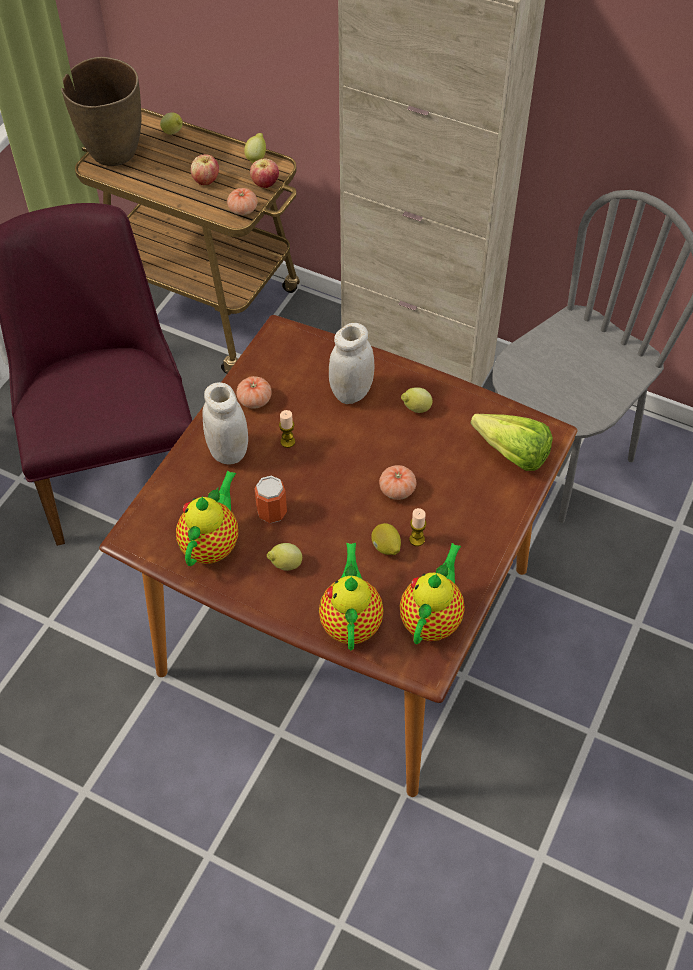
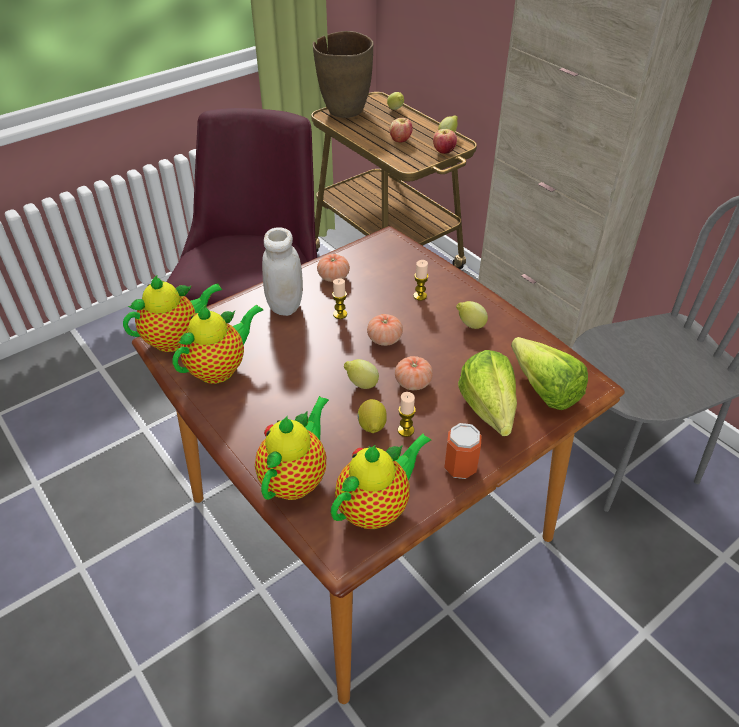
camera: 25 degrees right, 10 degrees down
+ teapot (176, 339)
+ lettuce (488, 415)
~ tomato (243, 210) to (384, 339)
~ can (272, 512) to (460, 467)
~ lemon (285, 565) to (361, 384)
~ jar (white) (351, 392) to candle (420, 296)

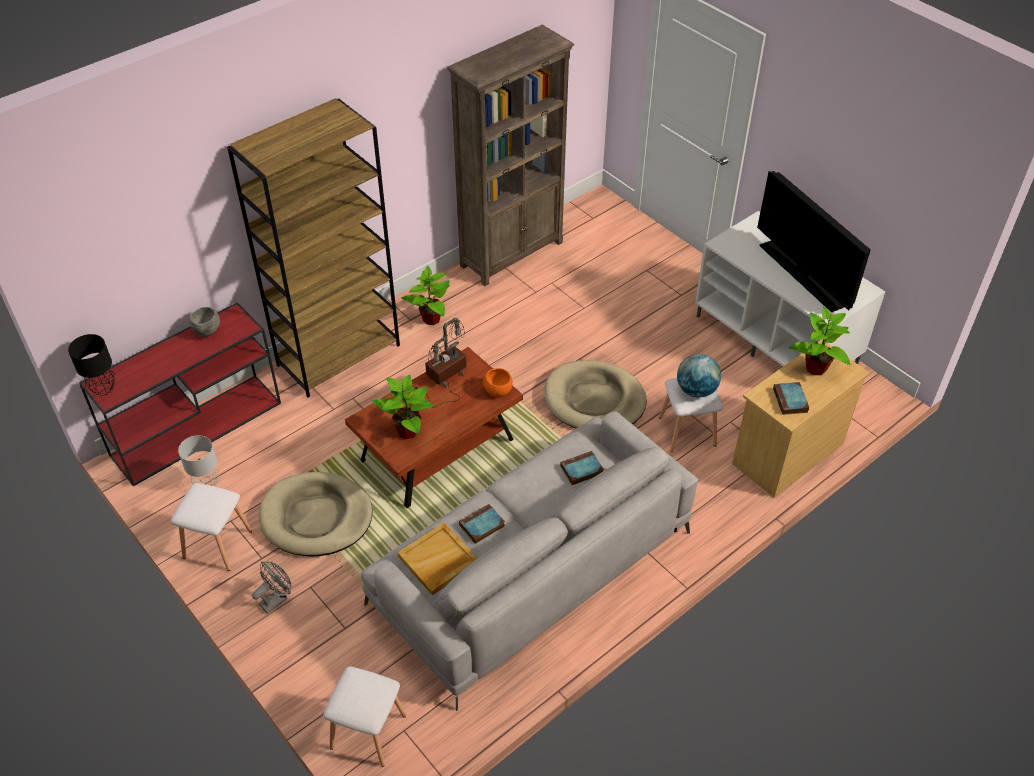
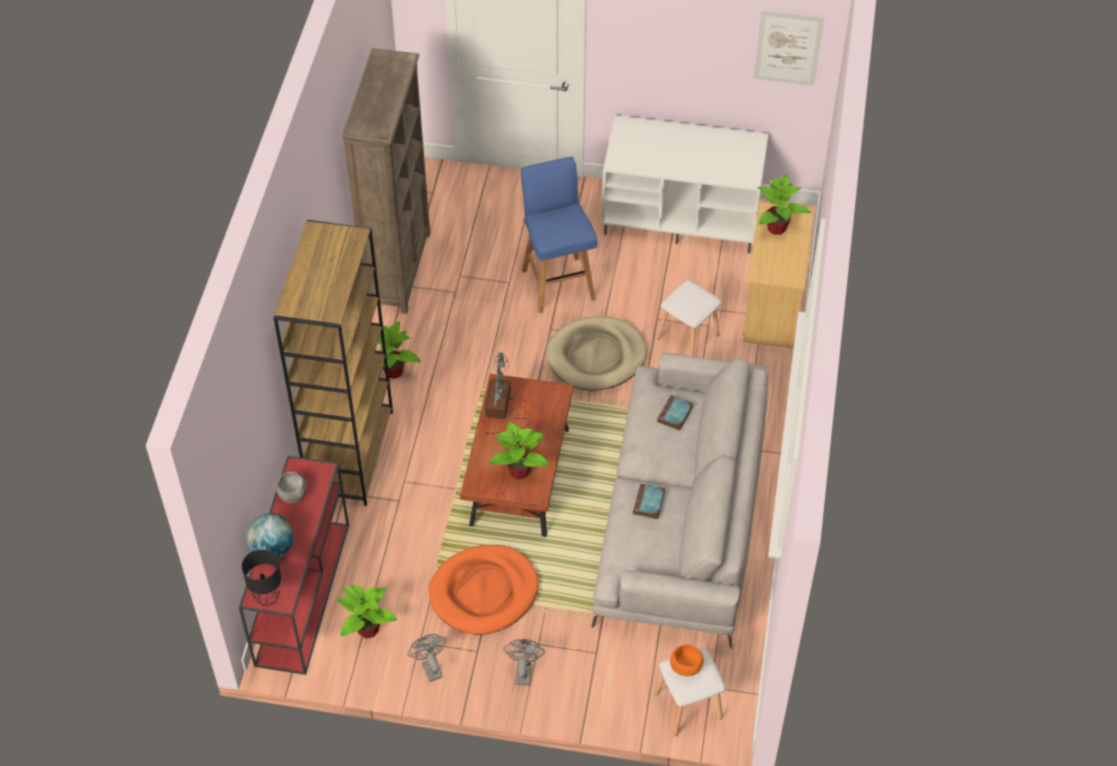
camera: 40 degrees left, 5 degrees up
- tray (beige) (438, 561)
- television (803, 275)
- book (790, 401)
+ stool (blue) (558, 283)
+ picture (788, 48)
~ bowl (orange) (497, 391) to (685, 667)
~ globe (696, 390) to (272, 549)
~ stool (white) (216, 544) to fan (grey) (430, 667)
~ table lamp (grey) (208, 484) to potted plant (367, 629)
~ dog bed (beige) (316, 517) to dog bed (orange) (484, 592)

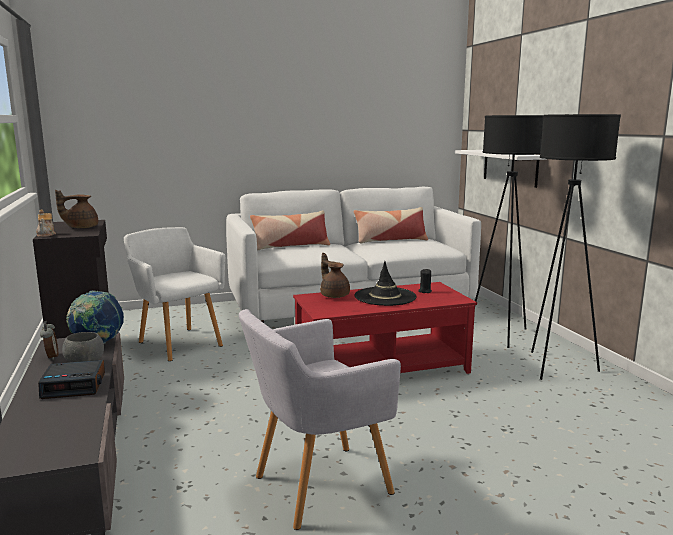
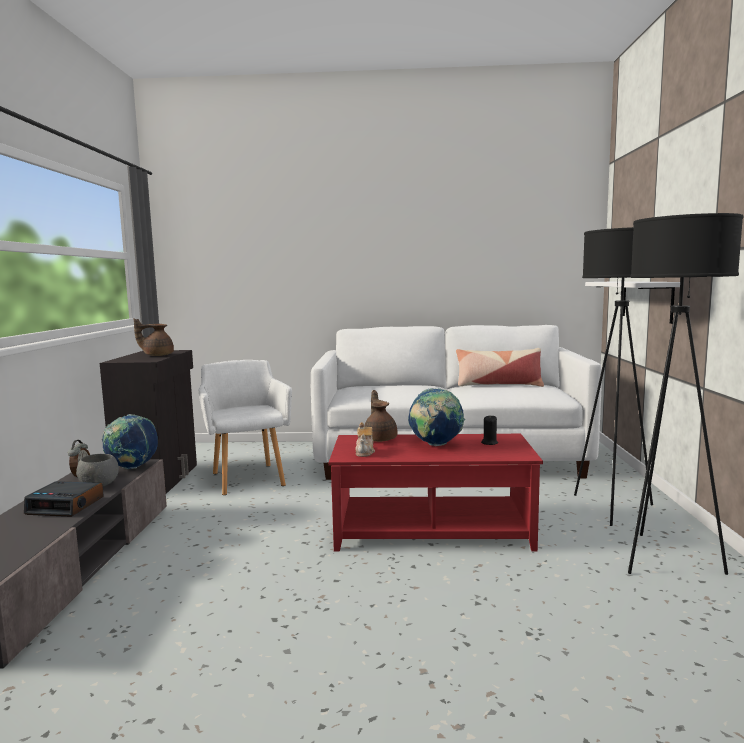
camera: 20 degrees right, 5 degrees down
- armchair (grey) (316, 486)
- pillow (290, 246)
~ teapot (46, 234) to (365, 452)
~ hat (black) (385, 297) to globe (435, 445)

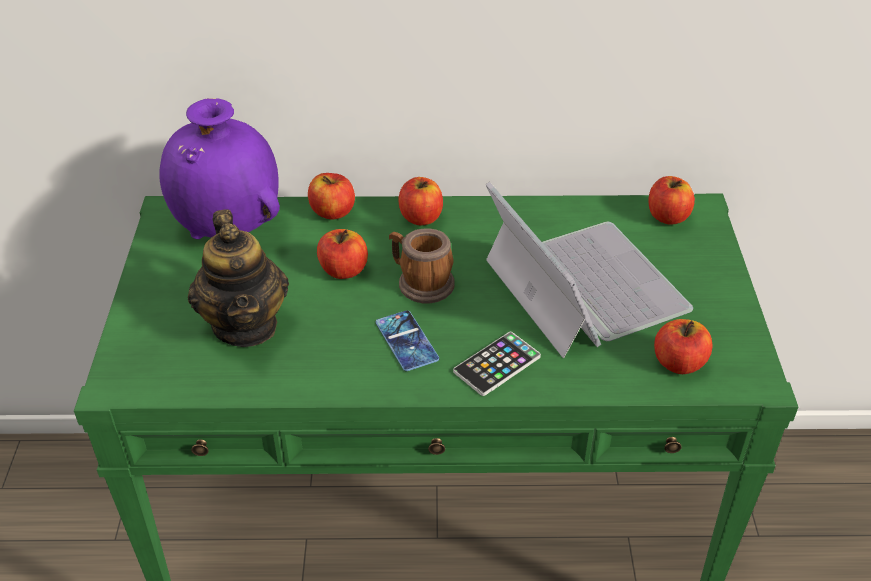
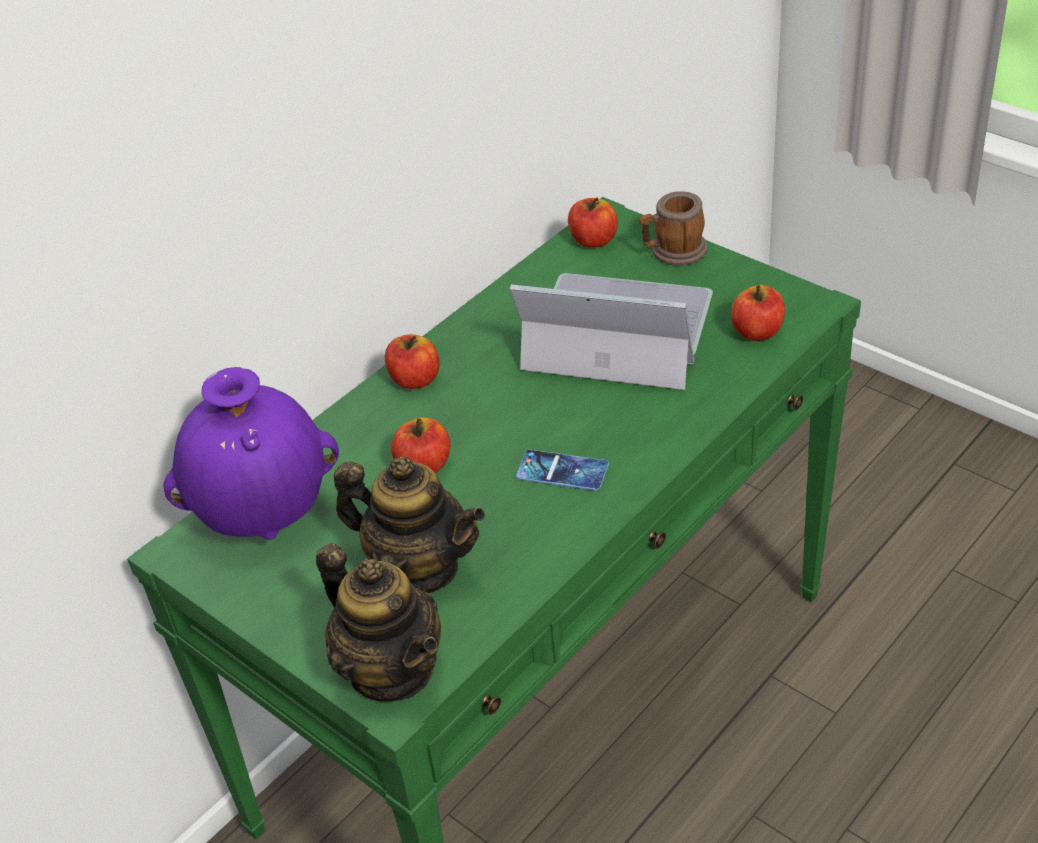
camera: 45 degrees left, 0 degrees up
- apple (333, 212)
- phone (497, 364)
+ teapot (392, 670)
~ mug (420, 283) to (673, 252)

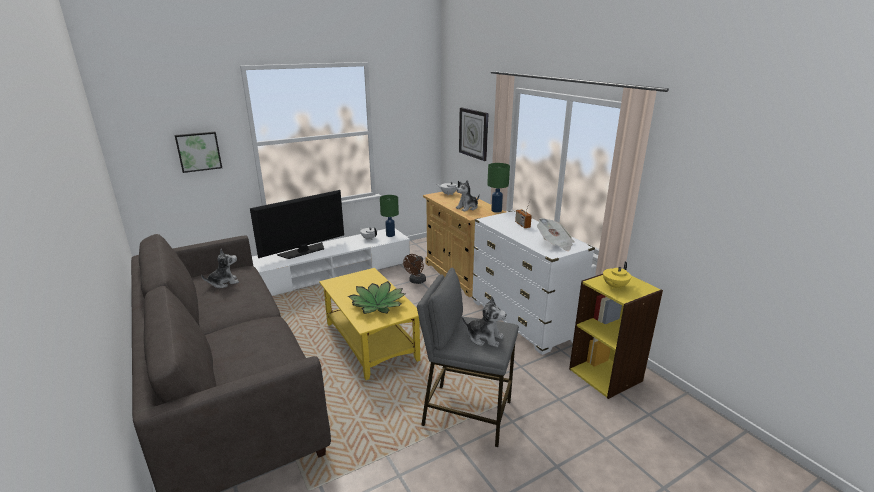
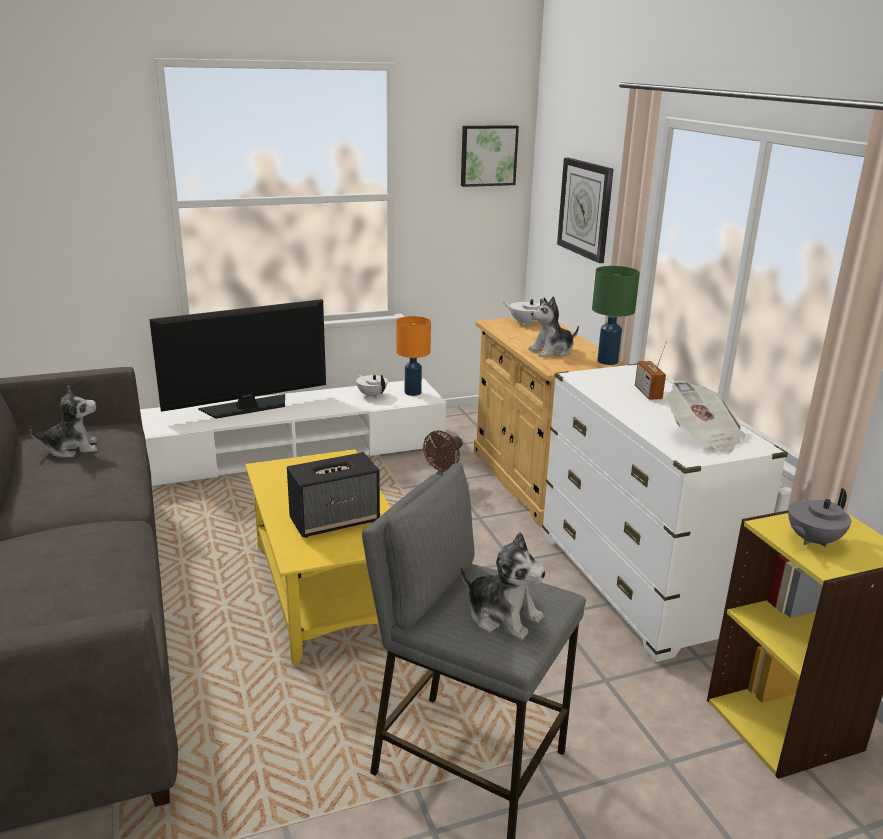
camera: 10 degrees right, 0 degrees up
~ picture (198, 151) to (488, 155)
~ potted plant (378, 304) to speaker (335, 521)
~ table lamp (green) (390, 235) to table lamp (orange) (412, 393)
~ teapot (yellow) (614, 286) to teapot (grey) (812, 540)

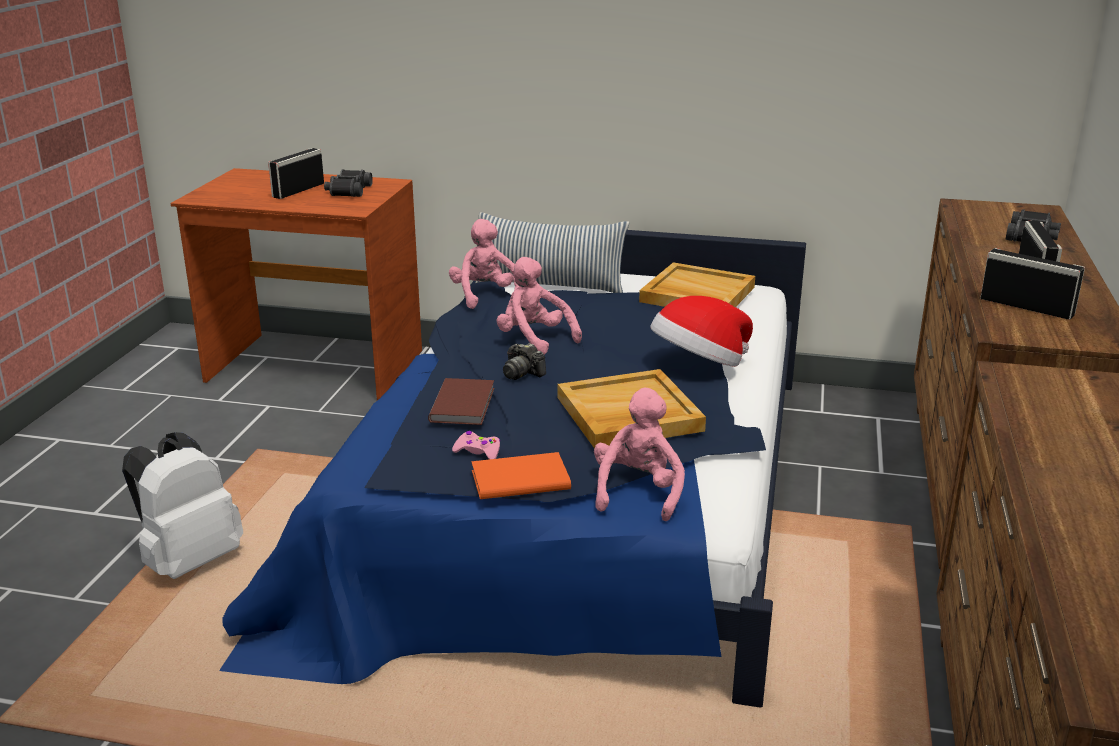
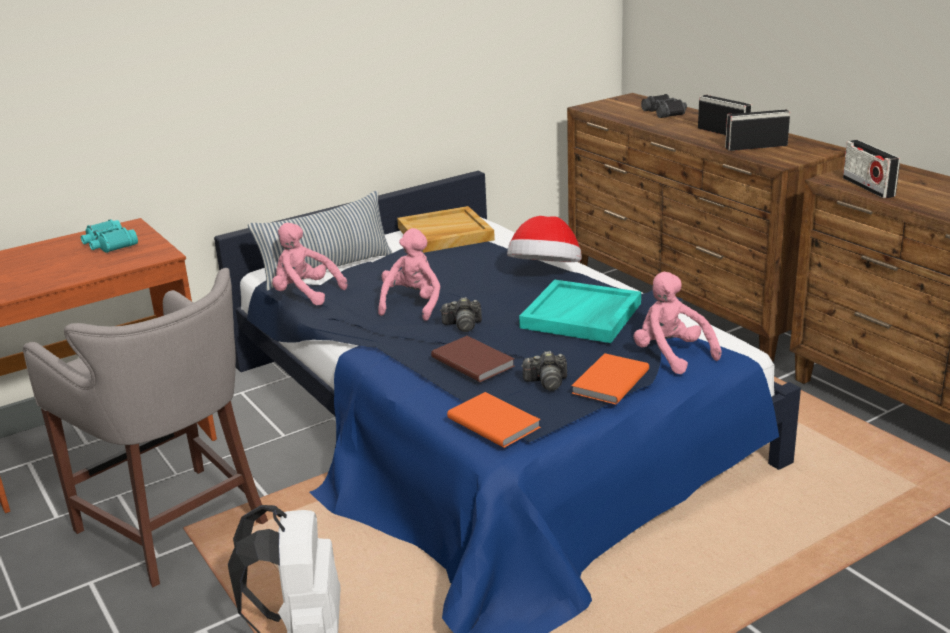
camera: 45 degrees left, 0 degrees up
+ stool (grey) (177, 527)
+ book (orange) (494, 421)
~ radio (298, 190) to (868, 187)
~ game controller (pink) (478, 451) to photo camera (546, 382)
~ binoculars (black) (348, 191) to binoculars (turquoise) (109, 244)
~ tray (beige) (628, 414) to tray (turquoise) (581, 316)
~ plush toy (pink) (534, 340) = (412, 304) 105 degrees clockwise

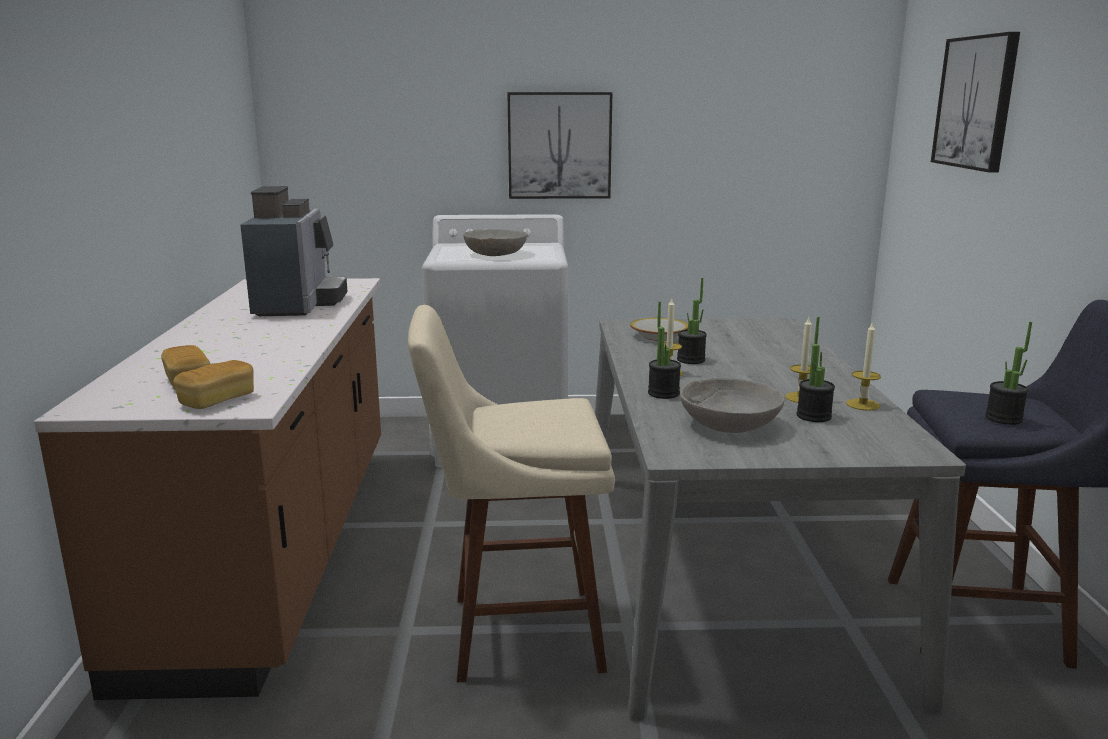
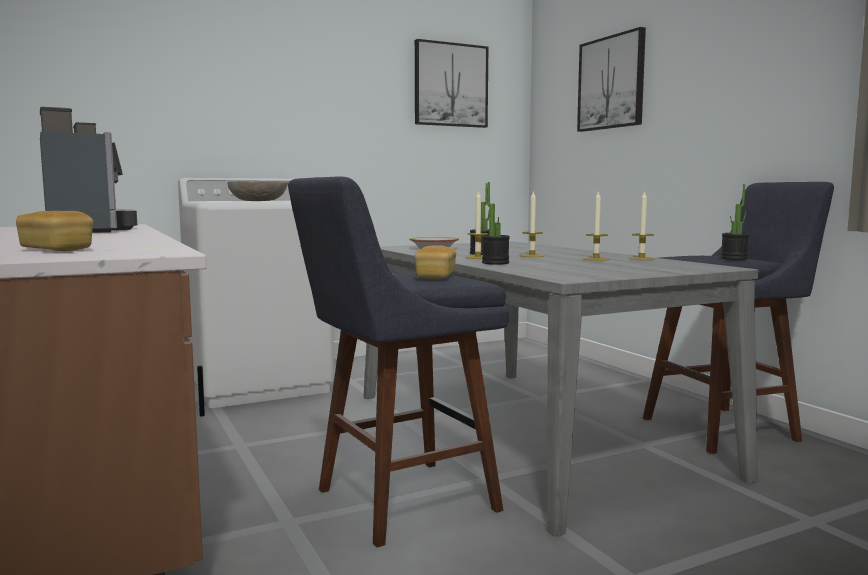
camera: 25 degrees left, 10 degrees down
- bowl (grey) (729, 425)
- potted plant (813, 416)
+ candle (532, 256)
~ bread (217, 400) to (435, 276)
~ picture (559, 145) to (450, 85)
~ stool (beige) (513, 633) to stool (blue) (396, 503)

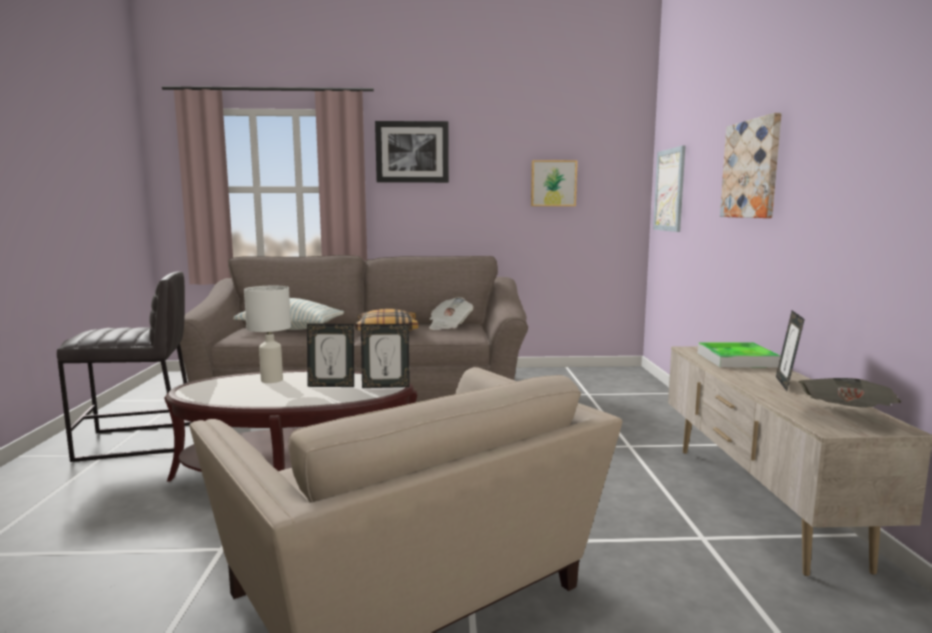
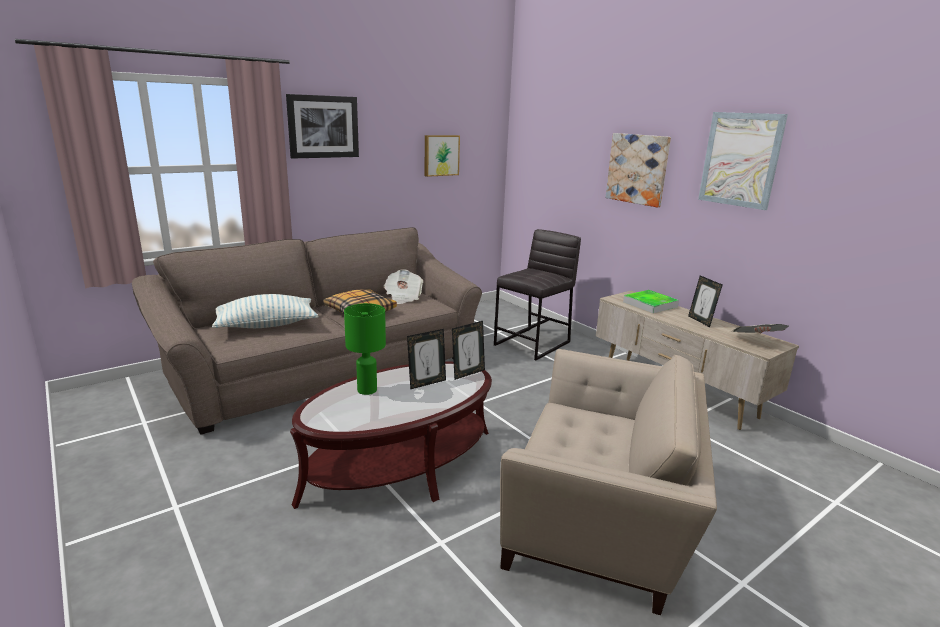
camera: 35 degrees left, 10 degrees up
~ stool (grey) (138, 441) to (533, 343)
~ picture (669, 190) to (740, 160)
~ table lamp (white) (272, 380) to table lamp (green) (367, 390)

